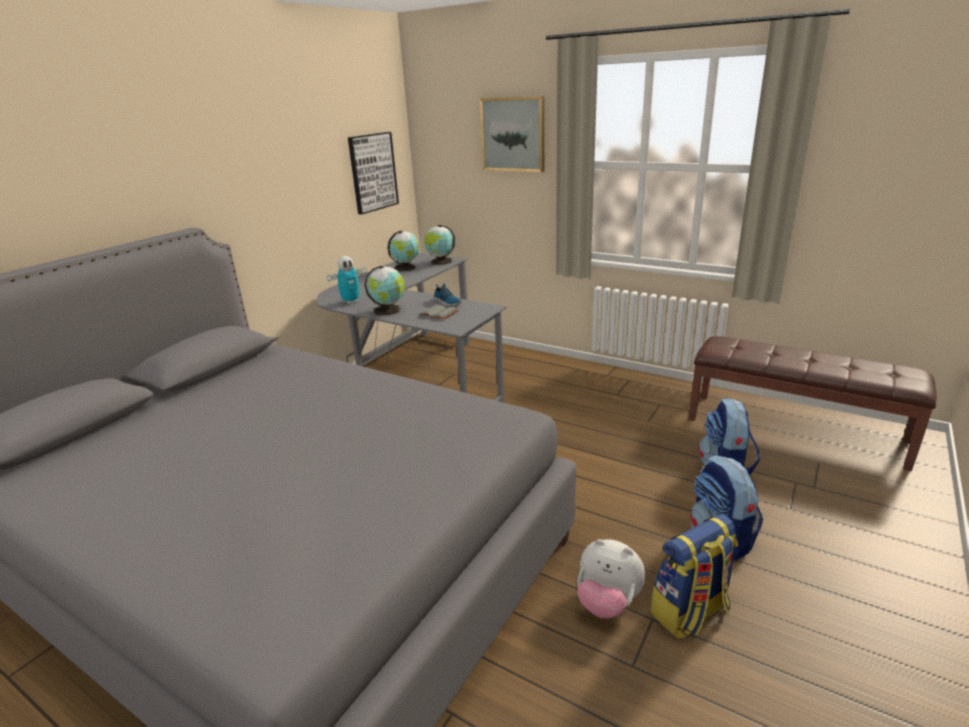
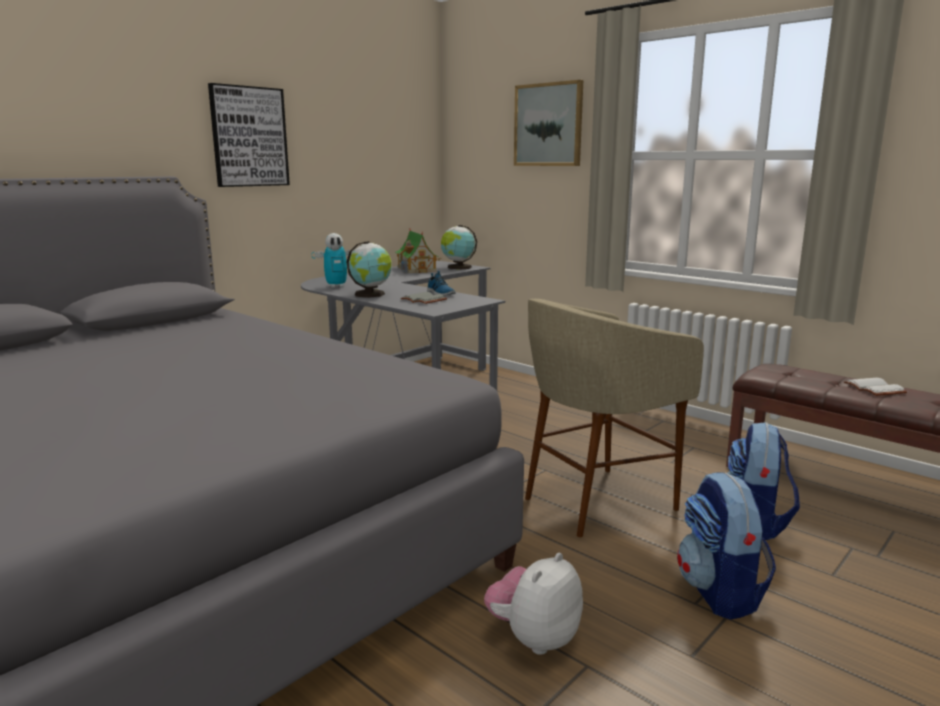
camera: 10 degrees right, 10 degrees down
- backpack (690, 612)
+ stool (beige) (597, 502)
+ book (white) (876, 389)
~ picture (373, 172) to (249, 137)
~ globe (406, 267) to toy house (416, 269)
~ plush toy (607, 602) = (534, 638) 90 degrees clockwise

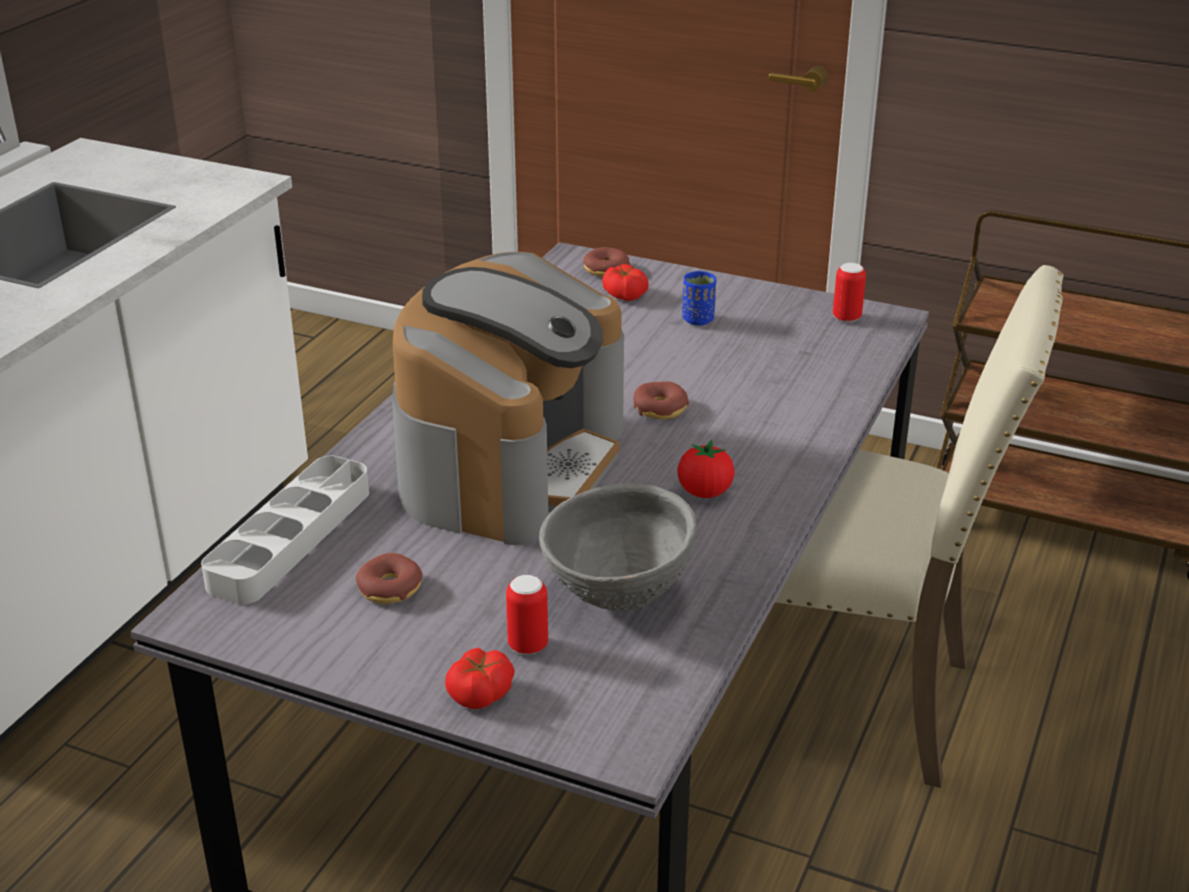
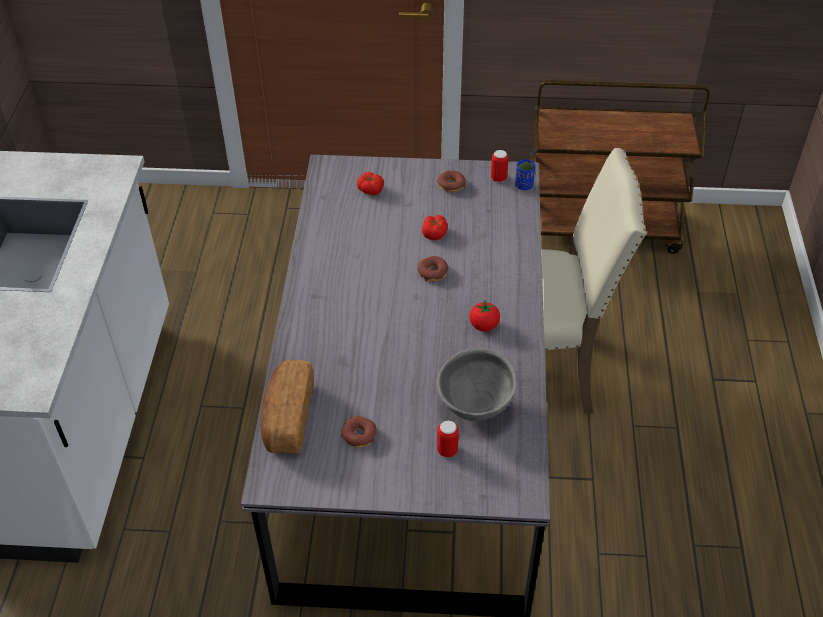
camera: 20 degrees left, 15 degrees up
- coffee machine (510, 464)
~ tomato (481, 693) to (434, 233)
~ donut (606, 270) to (451, 185)
~ cup (blue) (698, 320) to (524, 185)
~ tray (grey) (291, 538) to bread (287, 418)

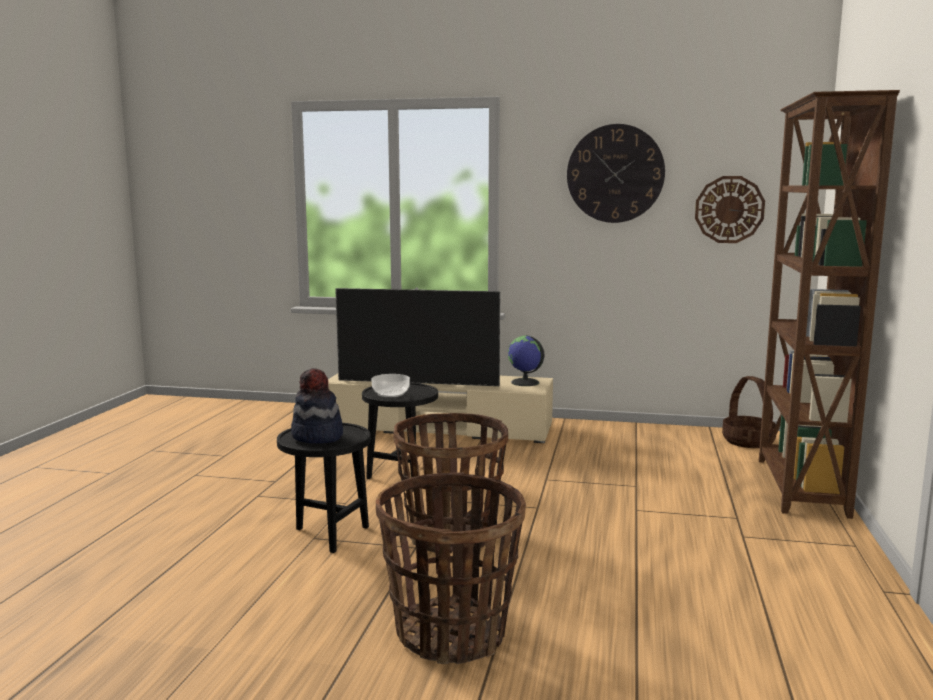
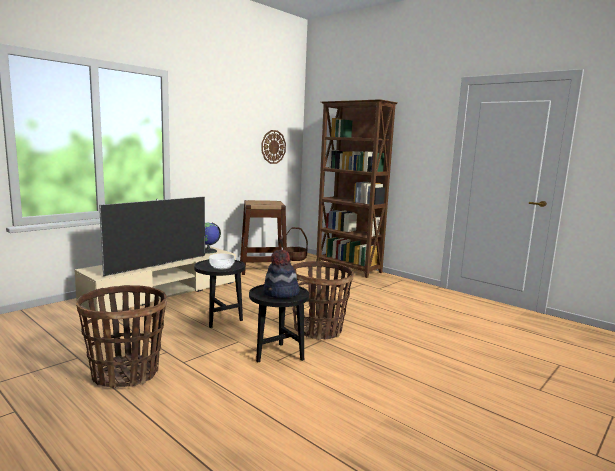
camera: 60 degrees left, 0 degrees up
- wall clock (615, 173)
+ stool (brown) (262, 268)
~ basket (451, 634) to (126, 373)

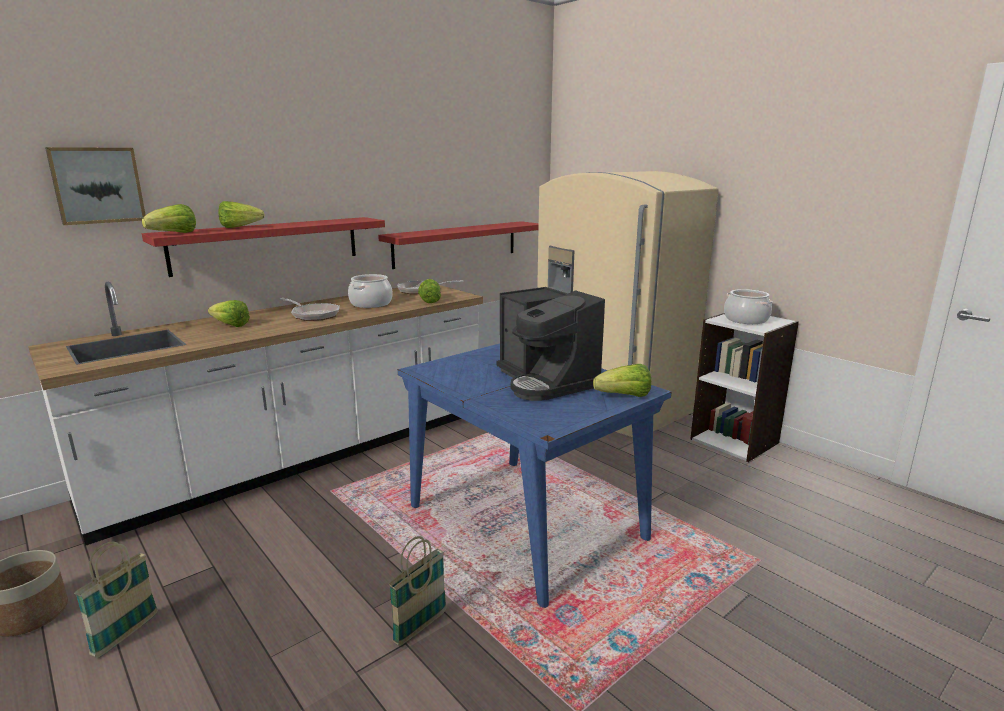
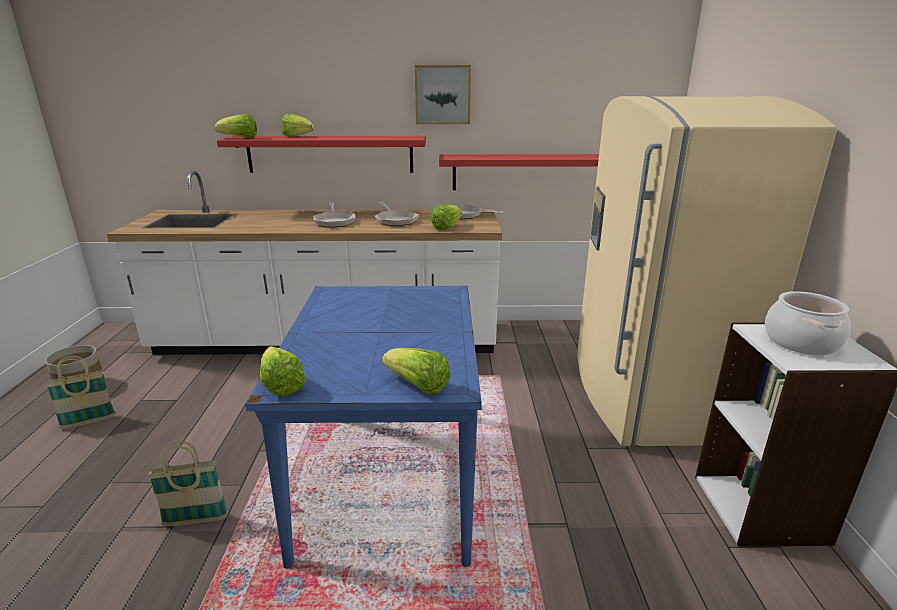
camera: 40 degrees right, 5 degrees up
- coffee machine (546, 381)
~ picture (97, 185) to (442, 95)
~ lettuce (228, 325) to (281, 383)
~ cooking pot (371, 304) to frying pan (395, 220)

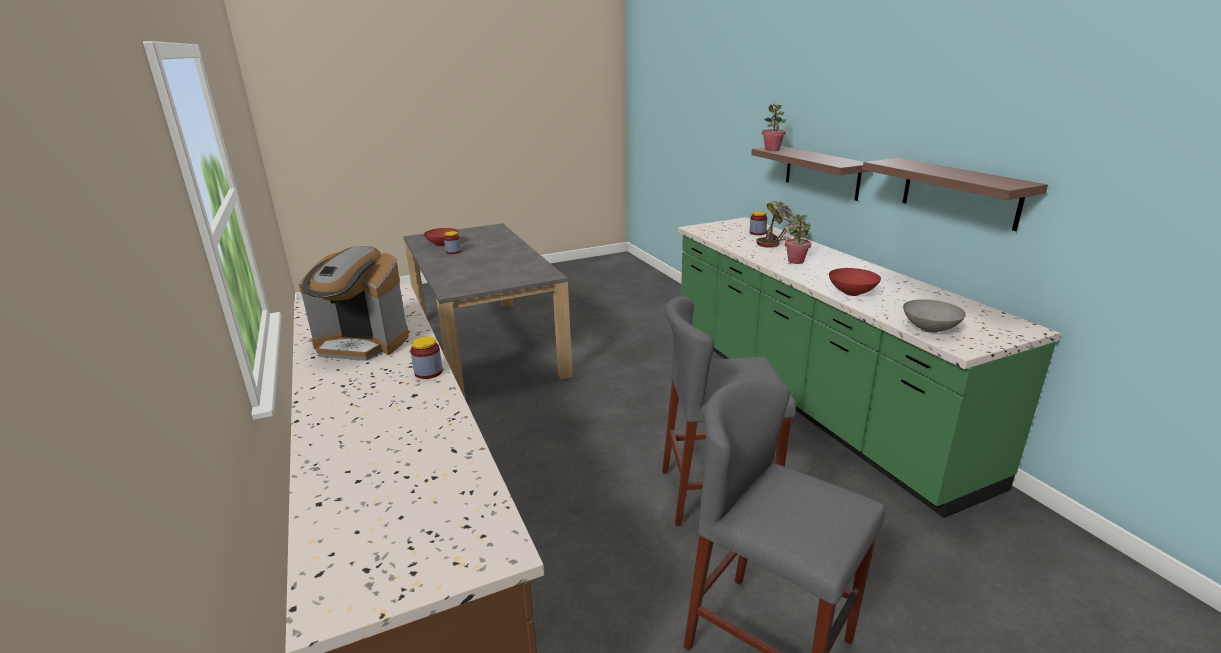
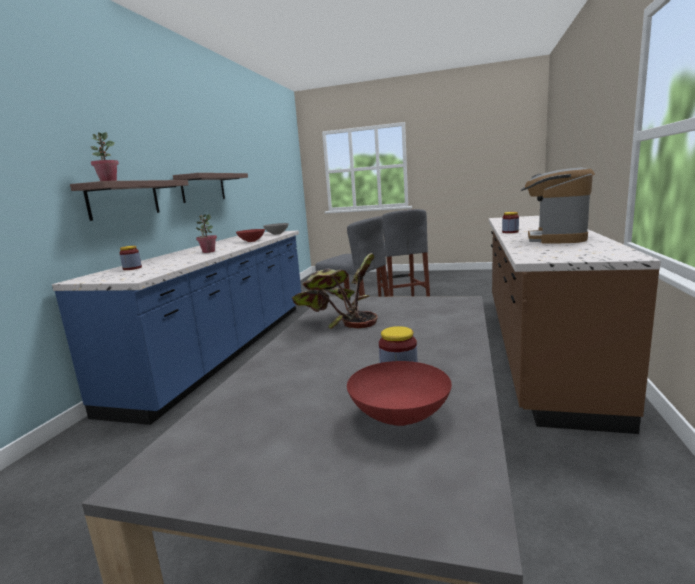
camera: 140 degrees left, 10 degrees down
~ potted plant (783, 243) to (339, 320)
~ counter (green) (807, 397) to counter (blue) (227, 349)
~ coffee machine (362, 344) = (555, 239) 120 degrees counterclockwise

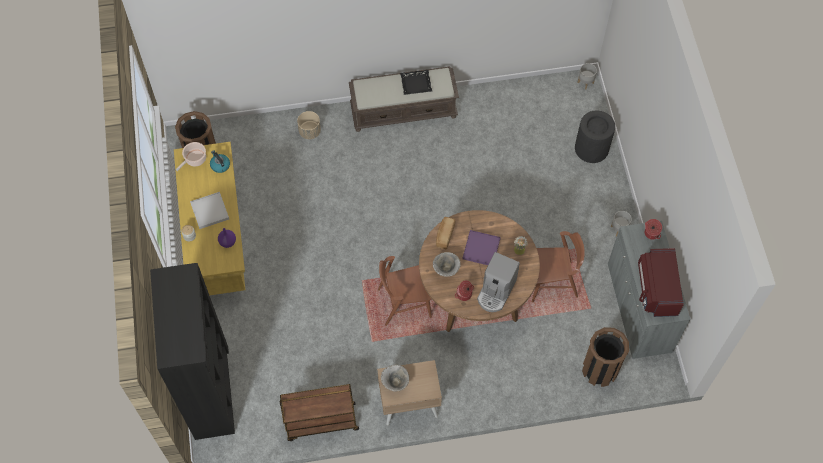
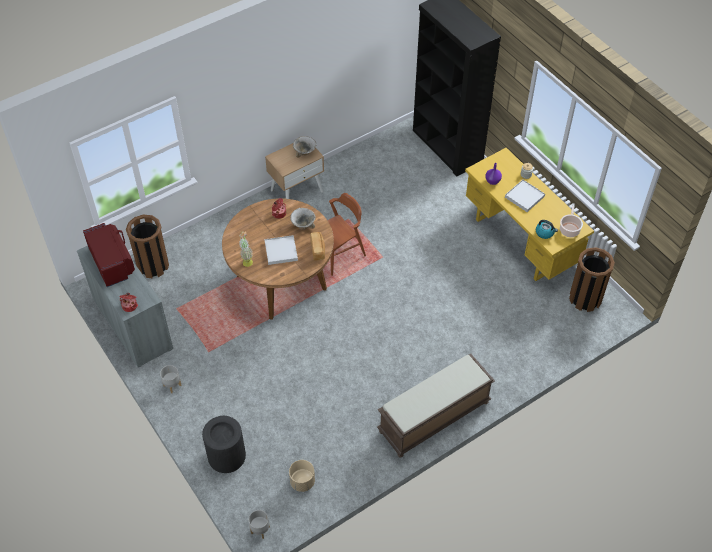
camera: 155 degrees right, 10 degrees down
- cart (brown) (321, 422)
- tray (black) (416, 84)
- coffee machine (496, 292)
- chair (brown) (551, 281)
~ planter (beige) (310, 131) to (302, 482)
~ tray (purple) (481, 249) to tray (white) (281, 251)

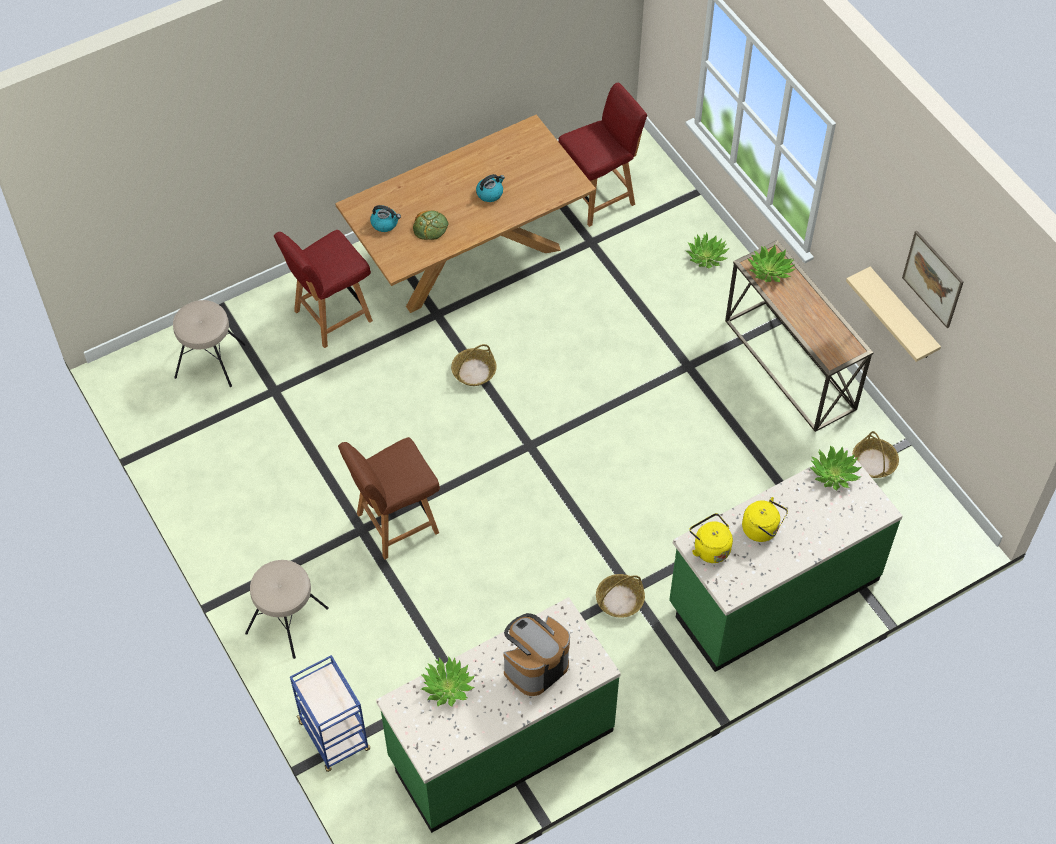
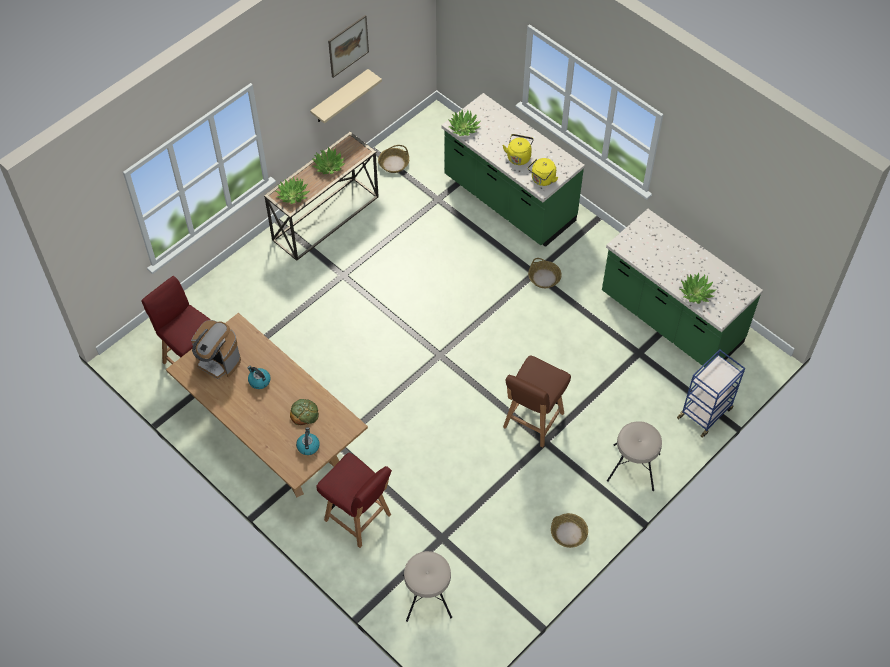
camera: 105 degrees left, 0 degrees up
~ basket (474, 371) to (568, 533)
~ coffee machine (535, 666) to (218, 361)
~ potted plant (706, 256) to (328, 166)
~ chair (brown) (395, 524) = (532, 421) 75 degrees clockwise

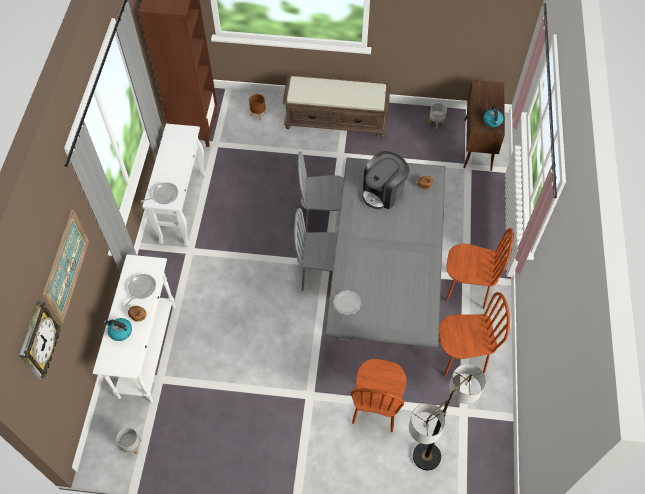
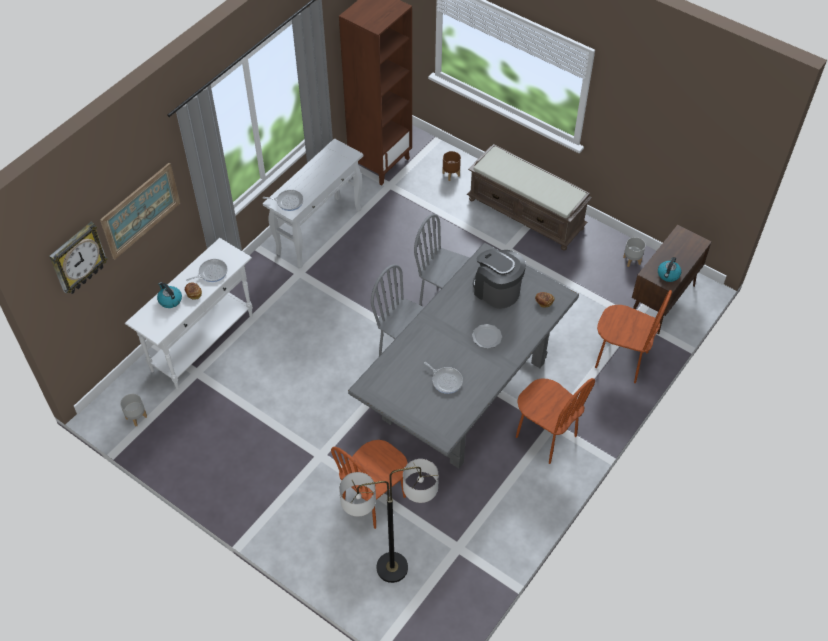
camera: 30 degrees right, 5 degrees down
+ frying pan (445, 380)
~ plate (347, 303) to (487, 337)
~ chair (brown) (461, 357) to (621, 360)
~ coffee machine (383, 192) = (497, 290) 60 degrees clockwise

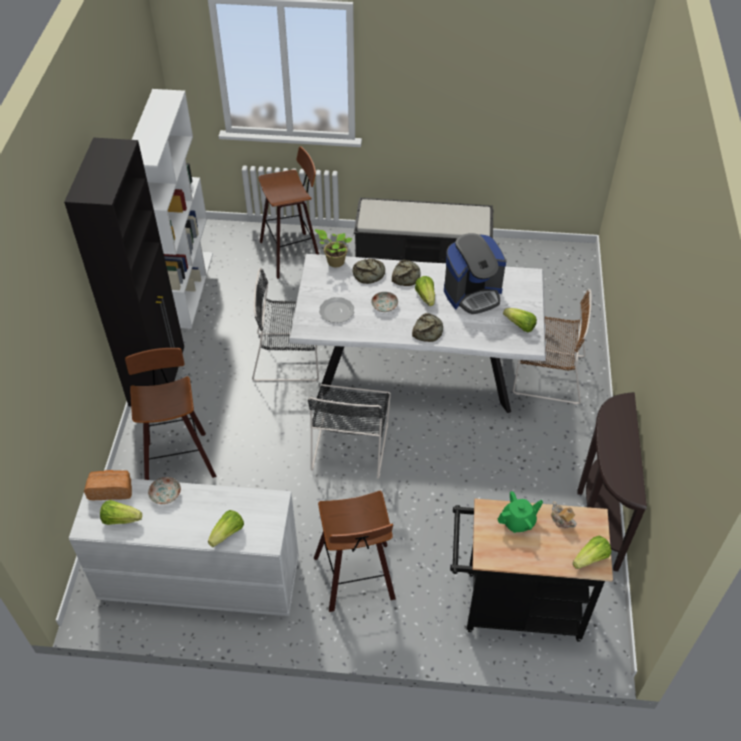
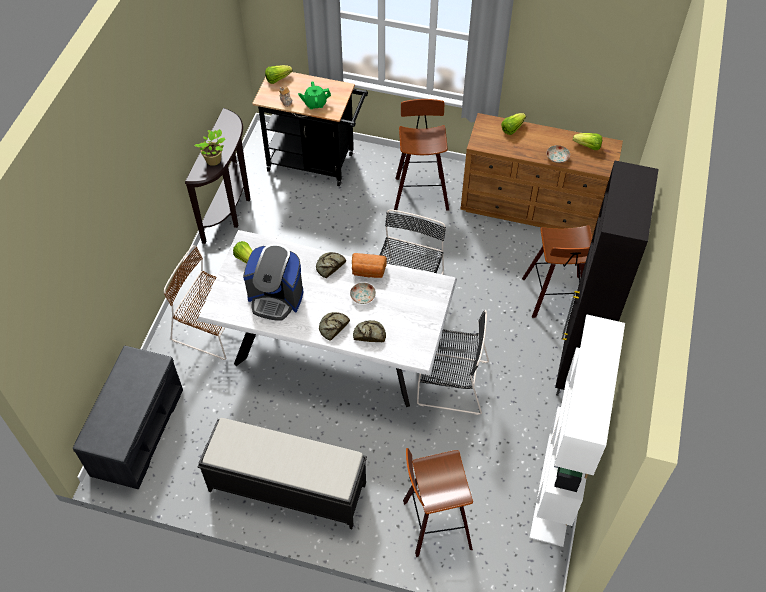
camera: 170 degrees left, 5 degrees up
- plate (336, 311)
- lettuce (426, 297)
+ bench (grey) (137, 430)
~ bread (111, 490) to (368, 271)
~ potted plant (334, 262) to (215, 160)
~ dresser (white) (199, 579) to dresser (brown) (533, 208)
~ coffee machine (473, 293) = (276, 298) 150 degrees counterclockwise

